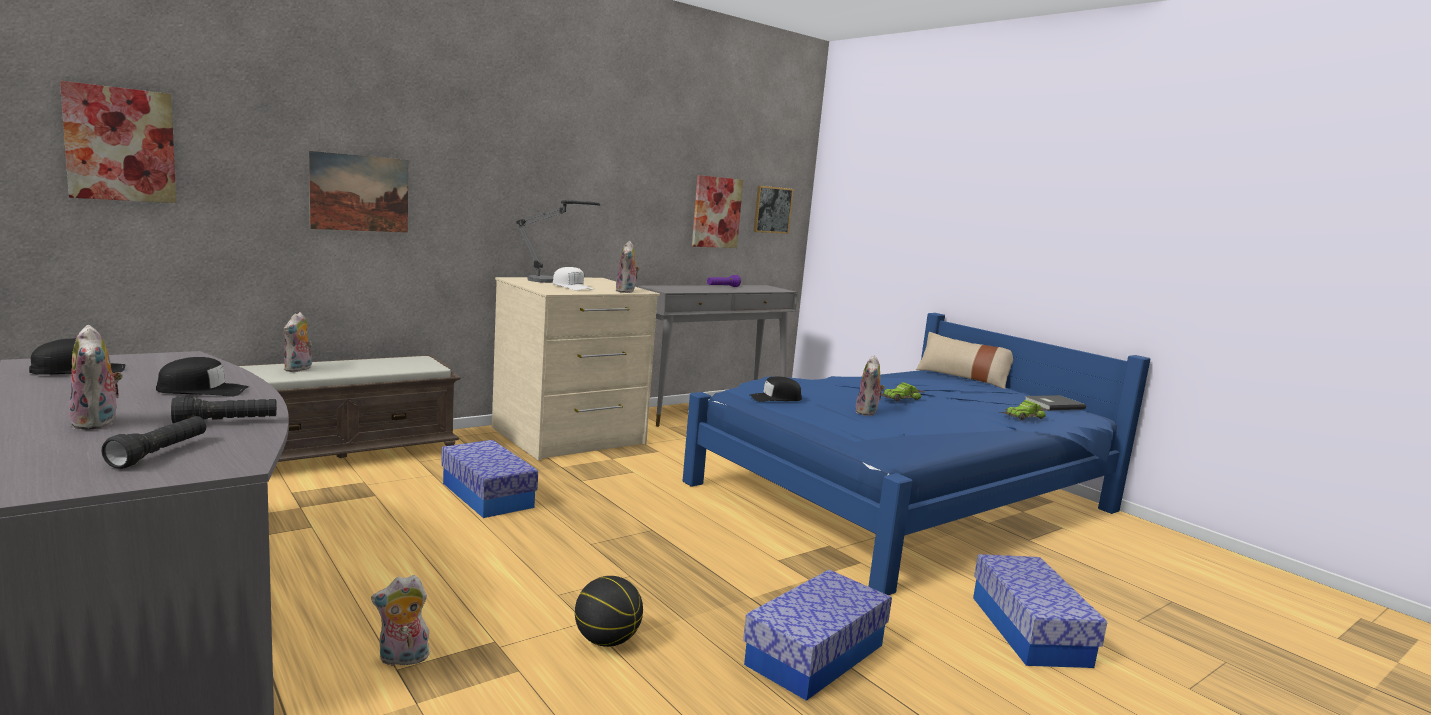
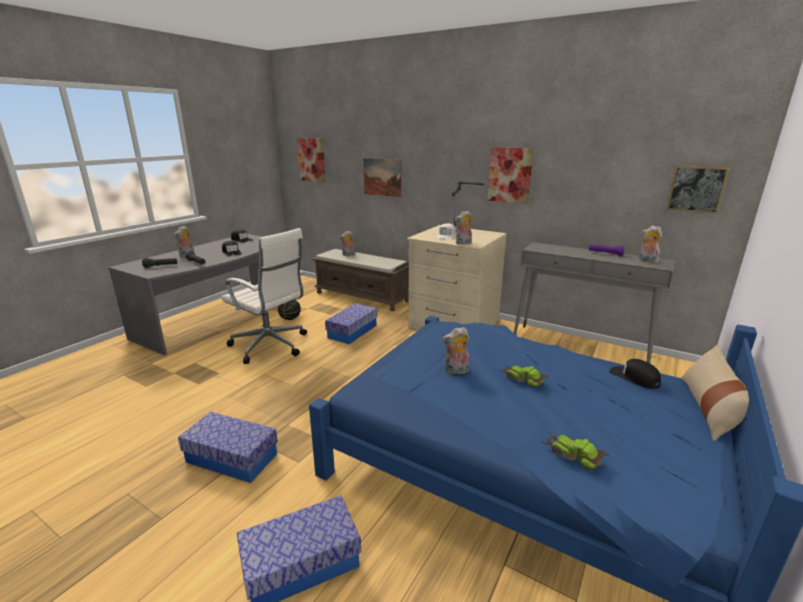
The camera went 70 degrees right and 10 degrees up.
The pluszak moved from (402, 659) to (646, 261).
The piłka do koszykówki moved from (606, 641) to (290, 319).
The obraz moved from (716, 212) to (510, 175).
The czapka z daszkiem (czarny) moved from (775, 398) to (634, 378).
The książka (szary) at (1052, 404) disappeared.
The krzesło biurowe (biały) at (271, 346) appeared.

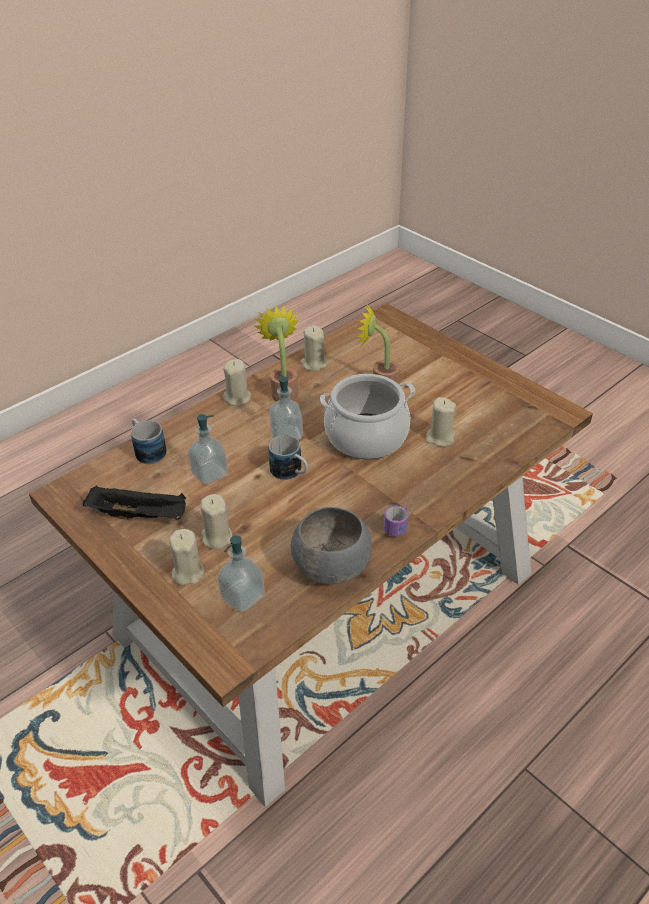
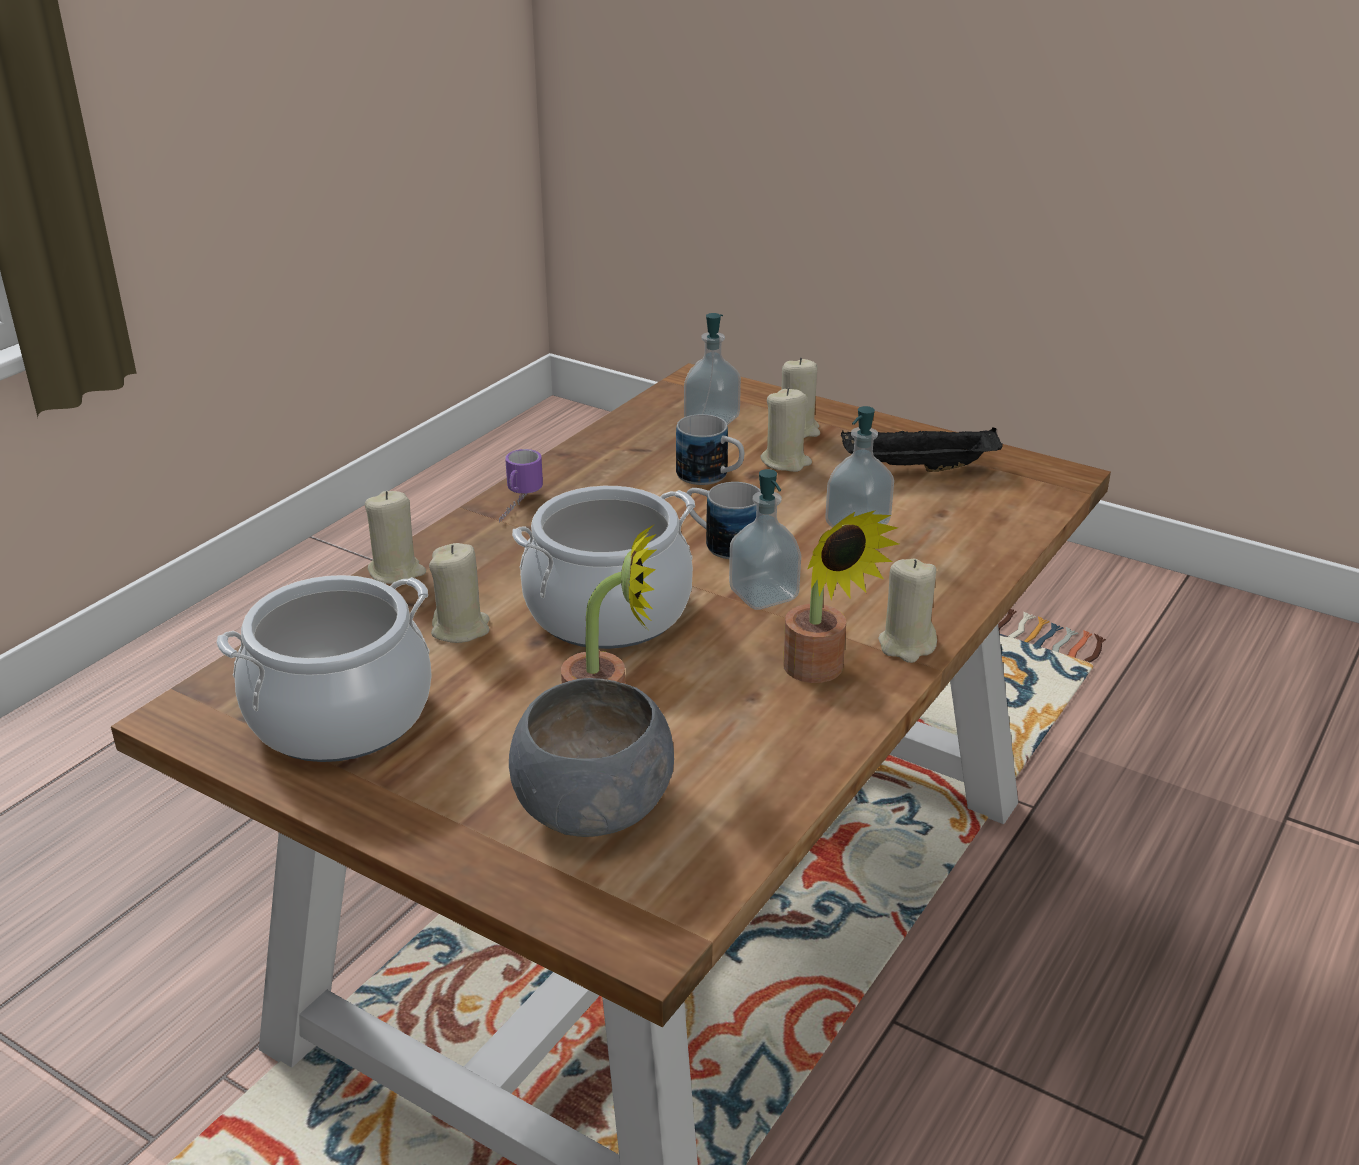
The camera went 165 degrees right and 10 degrees down.
The kubek moved from (147, 450) to (711, 477).
The miska (szary) moved from (333, 566) to (590, 809).
The świeca (beżowy) moved from (313, 364) to (396, 572).
The garnek at (339, 715) appeared.

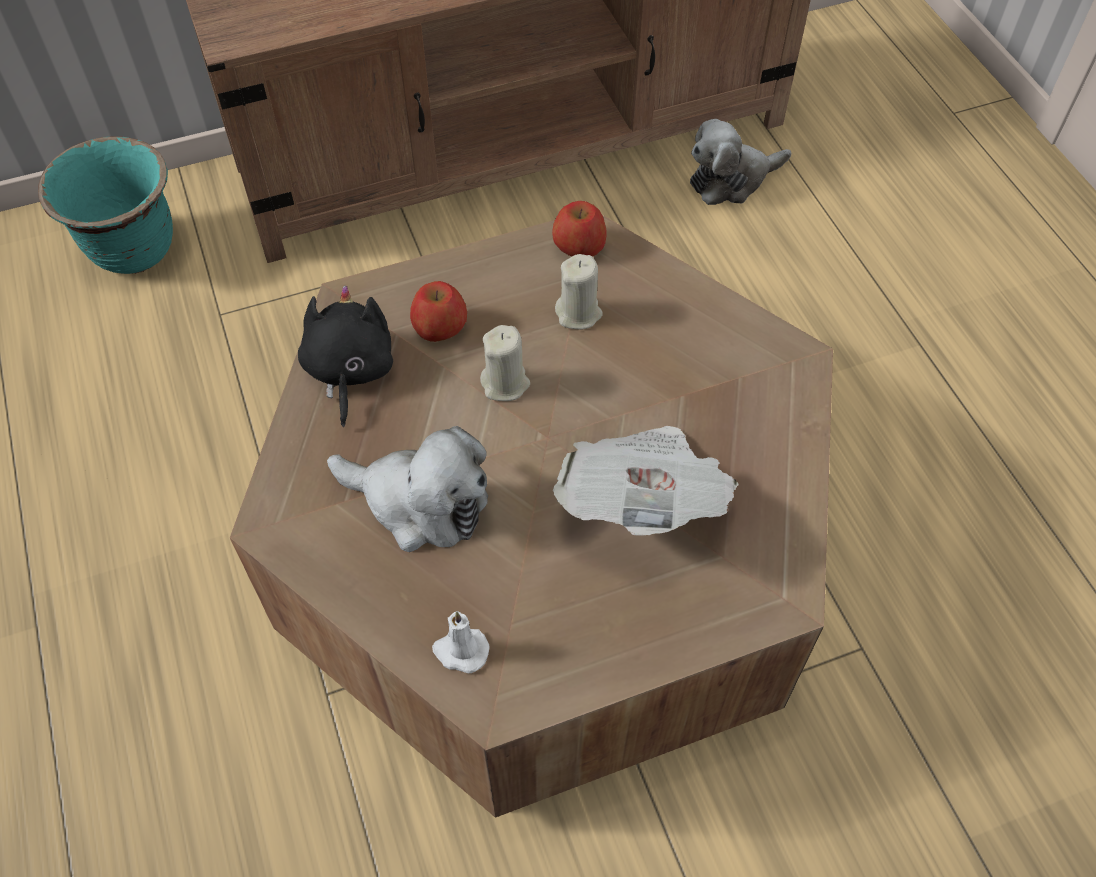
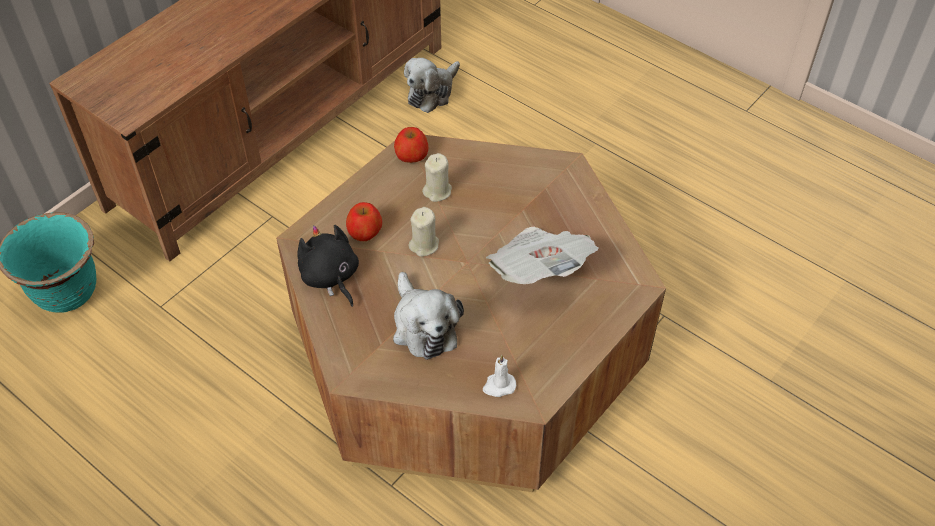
The camera went 30 degrees left and 5 degrees down.
The pluszak at (420, 503) turned 75 degrees clockwise.

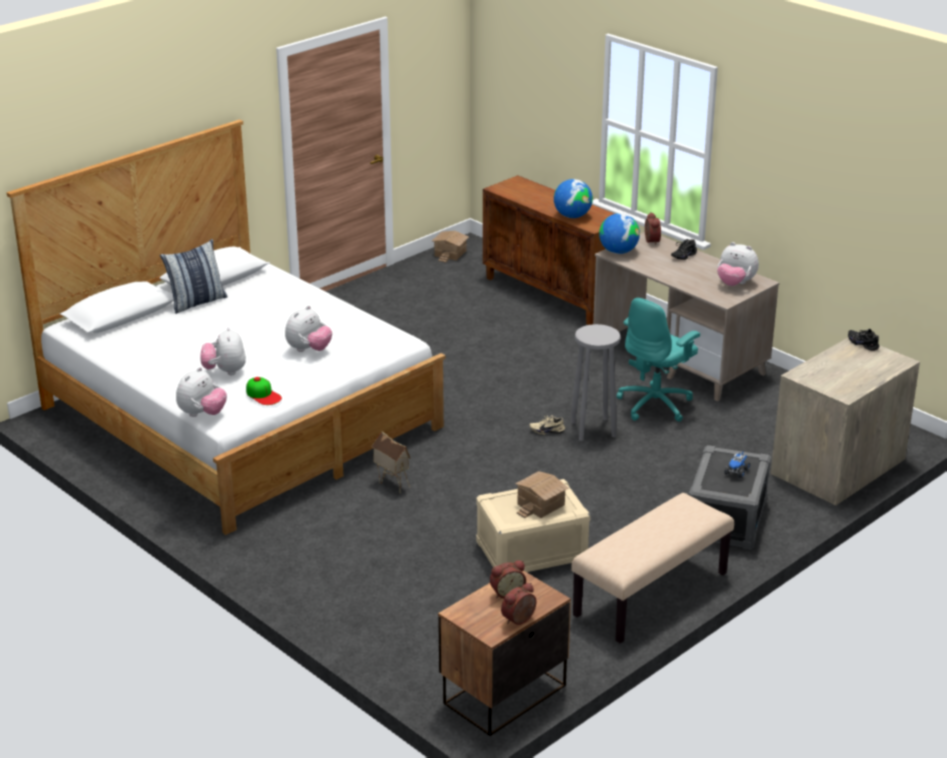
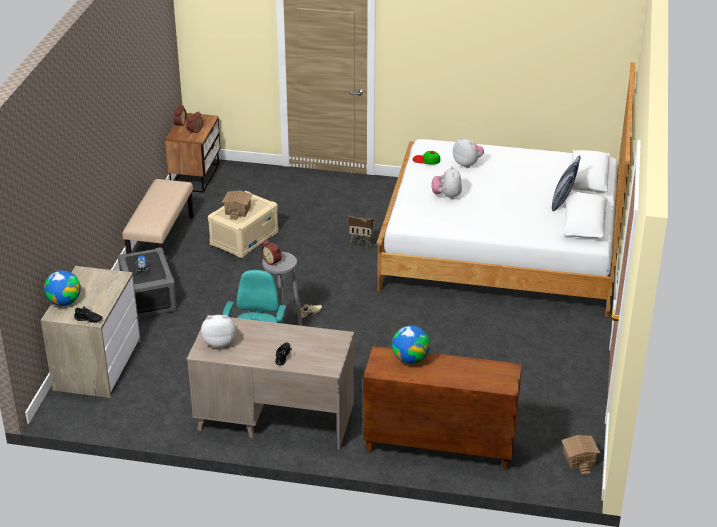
The camera went 145 degrees right and 5 degrees up.
The pluszak at (202, 414) disappeared.
The globus moved from (618, 252) to (64, 302).
The budzik moved from (650, 241) to (272, 261).

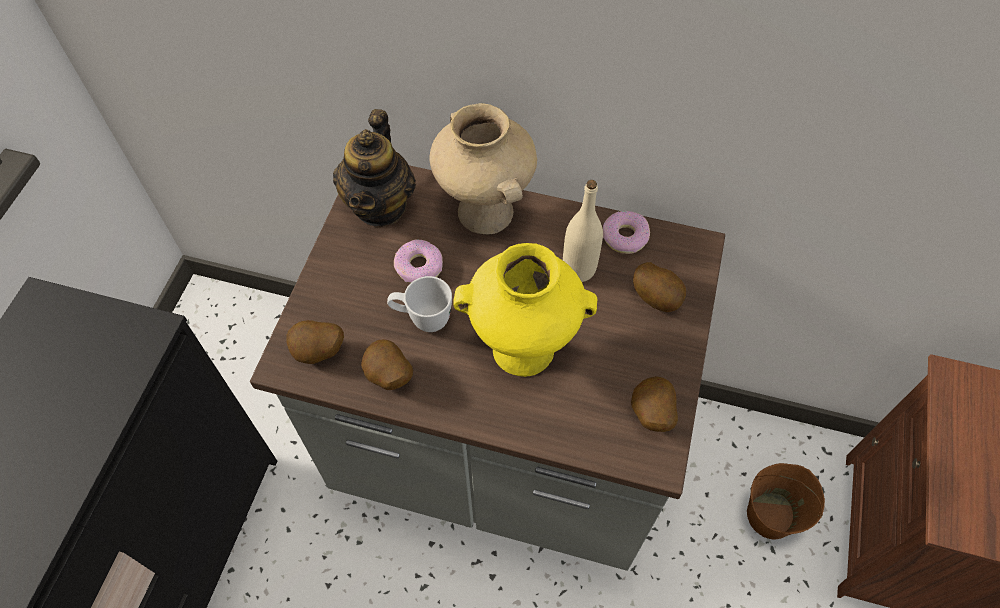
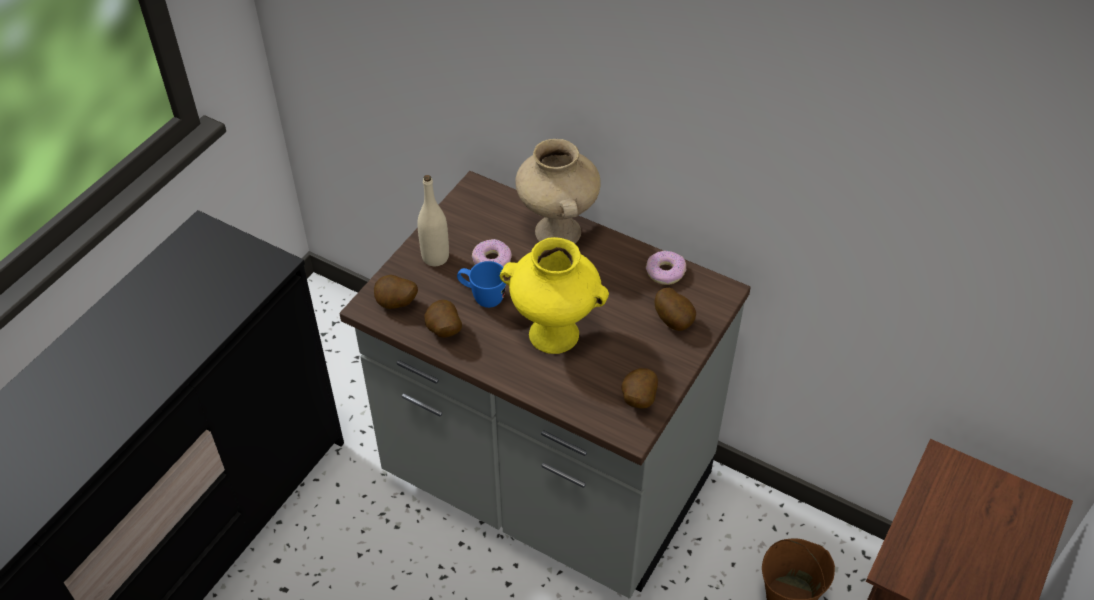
The camera went 15 degrees right and 10 degrees down.
The imbryk at (380, 205) disappeared.
The kubek (biały) at (422, 319) became the kubek (niebieski) at (482, 298).
The butelka (beżowy) moved from (579, 269) to (435, 257).

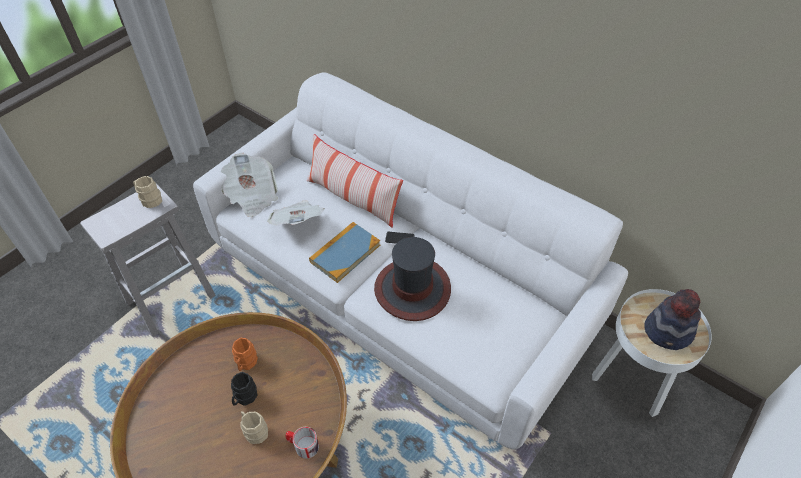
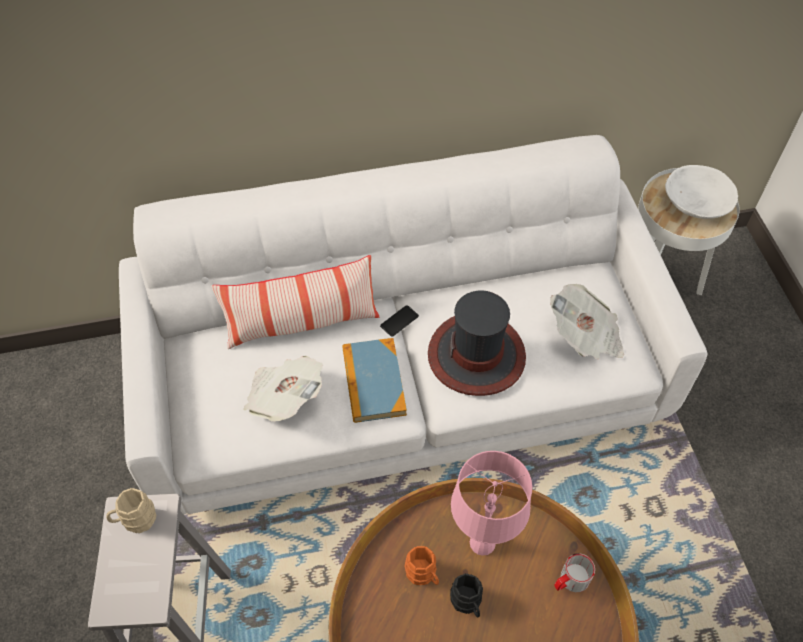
The camera went 50 degrees left and 5 degrees up.
The gazeta moved from (252, 195) to (585, 336).
The kubek (beżowy) at (254, 430) disappeared.
The kapelusz at (669, 331) was replaced by the miska (biały) at (695, 205).
The lampa stołowa (różowy) at (483, 543) appeared.

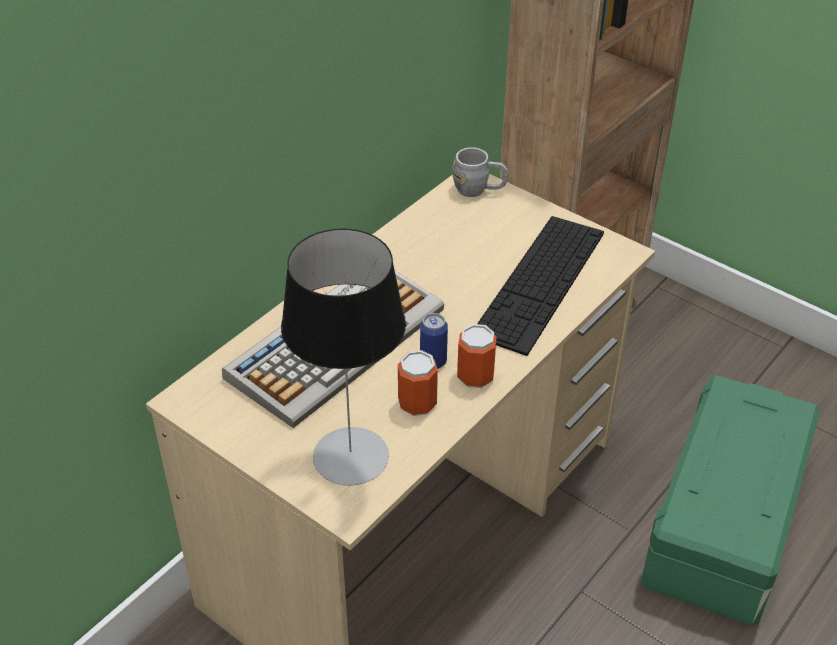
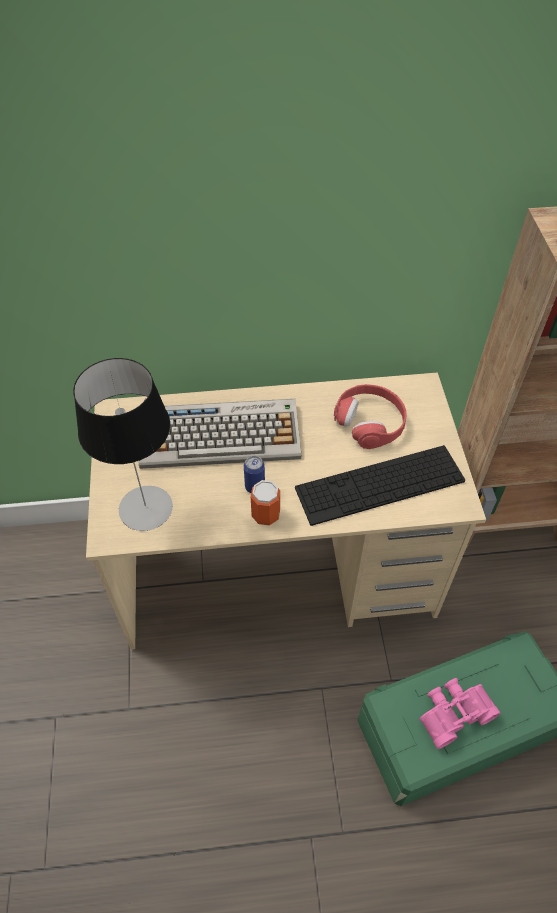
The camera went 45 degrees right and 10 degrees up.
The puszka at (417, 403) disappeared.
The kubek (szary) at (479, 190) disappeared.
The słuchawki (czerwony) at (370, 422) appeared.
The lornetka (różowy) at (453, 712) appeared.

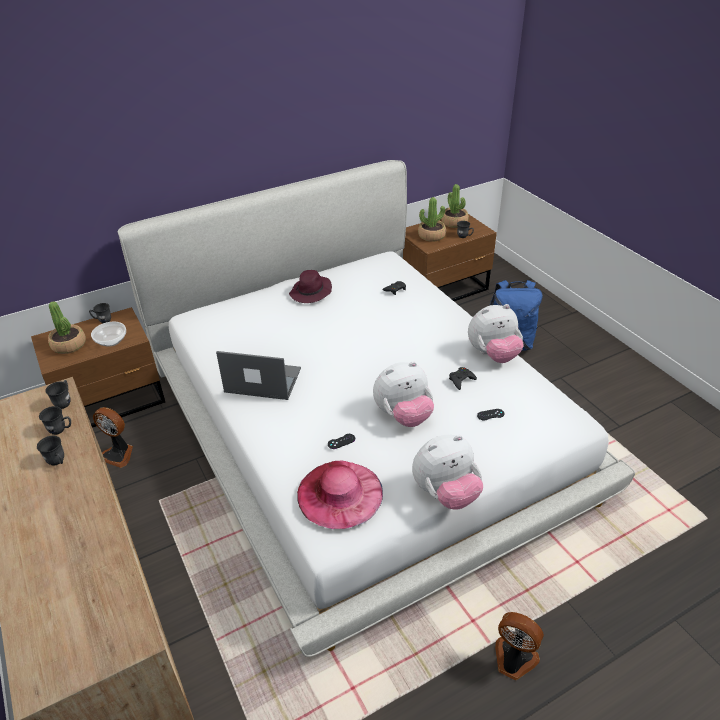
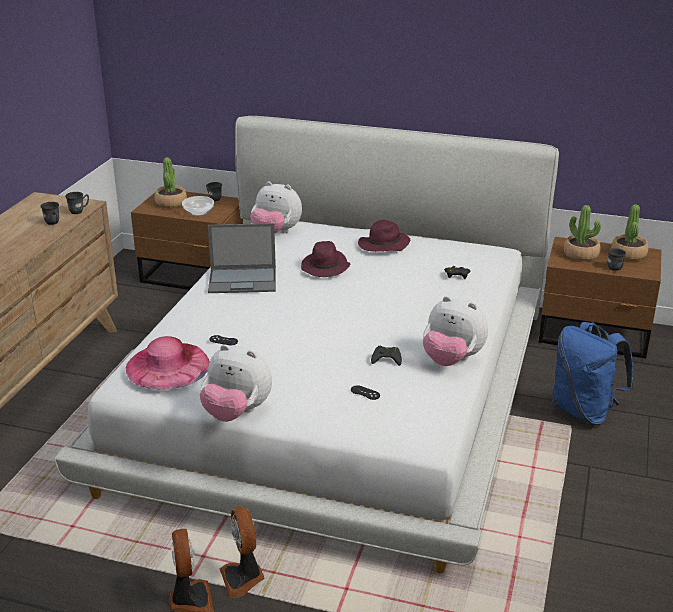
The camera went 45 degrees right and 10 degrees down.
The kubek (szary) at (58, 462) disappeared.
The wentylator moved from (118, 454) to (243, 578).
The laptop at (262, 380) turned 120 degrees clockwise.
The pluszak moved from (403, 416) to (276, 233).
The kapelusz (fioletowy) at (325, 268) appeared.

